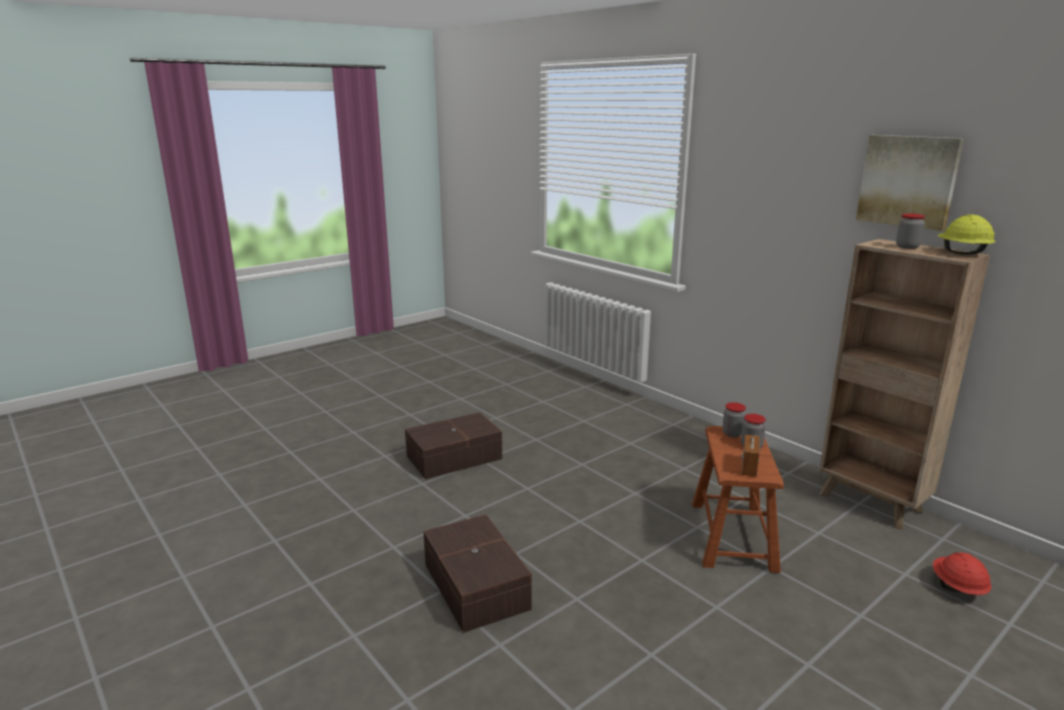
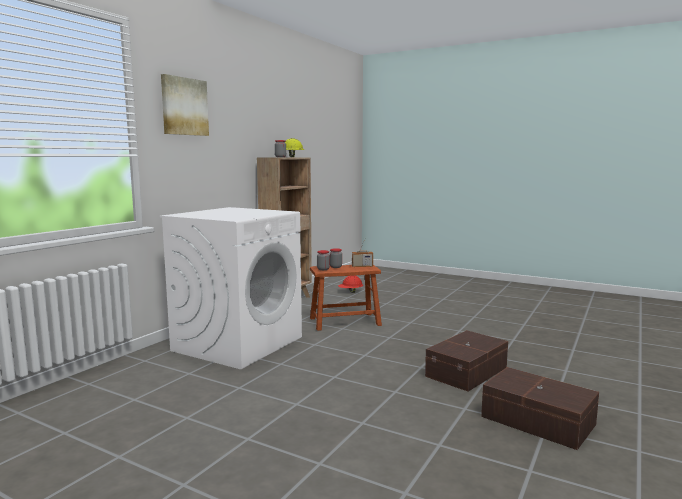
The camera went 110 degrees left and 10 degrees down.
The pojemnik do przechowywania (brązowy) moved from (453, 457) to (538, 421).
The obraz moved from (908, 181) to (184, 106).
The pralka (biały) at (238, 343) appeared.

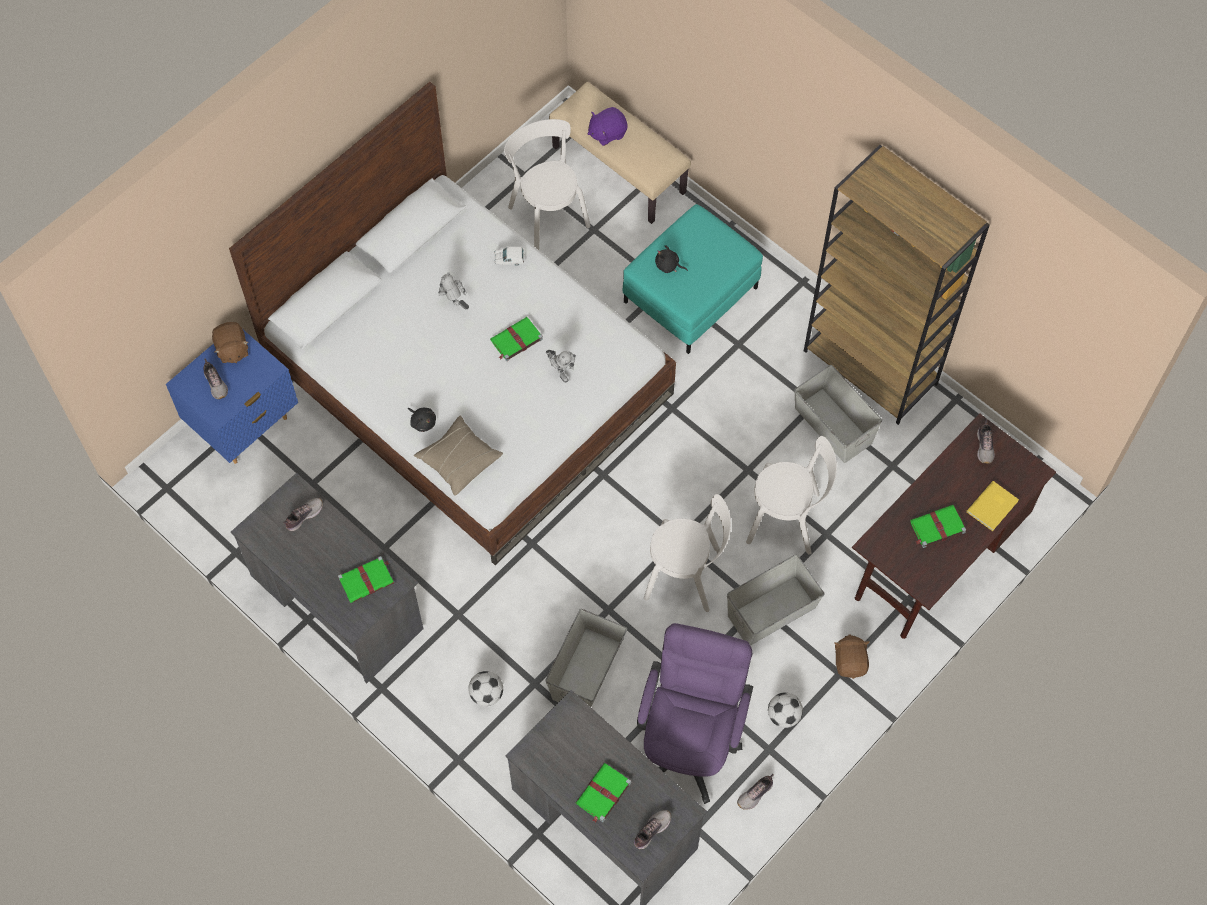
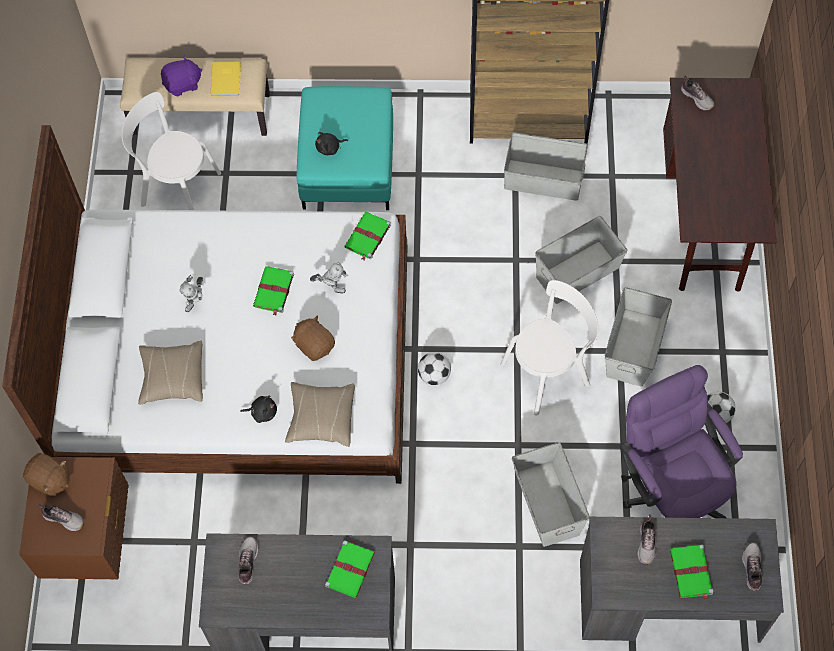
The camera went 40 degrees left and 0 degrees up.
The szafka nocna (niebieski) at (244, 425) became the szafka nocna (brązowy) at (91, 542).
The robot zabawkowy at (454, 304) turned 75 degrees counterclockwise.
The piłka futbolowa moved from (486, 694) to (434, 375).
The samochodzik (biały) at (509, 260) disappeared.
The pluszak (fioletowy) at (607, 133) turned 135 degrees counterclockwise.
The but moved from (755, 794) to (647, 543).
The krzesło (biały) at (787, 519) was replaced by the pojemnik do przechowywania (szary) at (578, 272).
The pluszak (brązowy) moved from (850, 662) to (314, 345).
The książka (zielony) moved from (936, 527) to (367, 237).
The książka (żółty) moved from (993, 507) to (227, 79).
The poduszka (beżowy) at (172, 378) appeared.

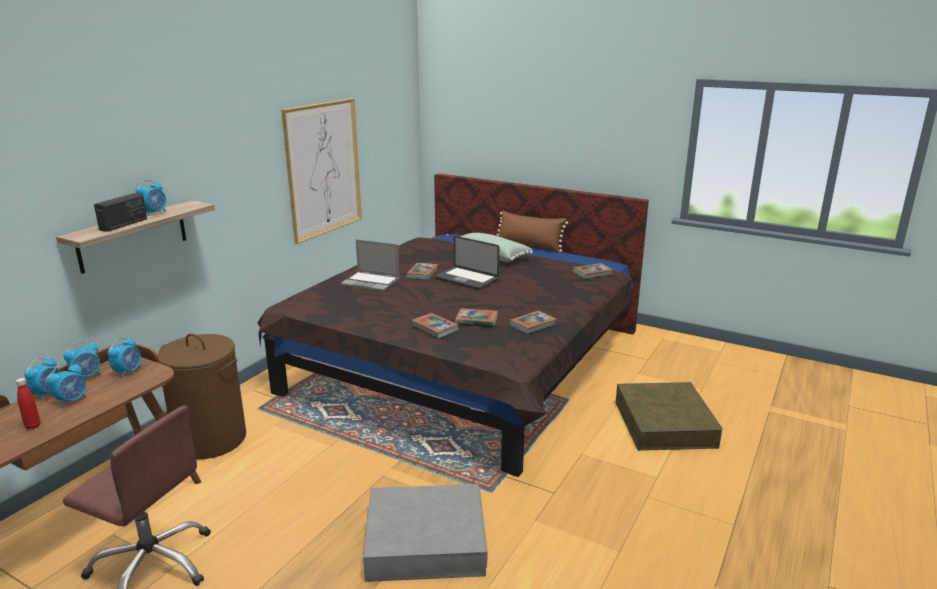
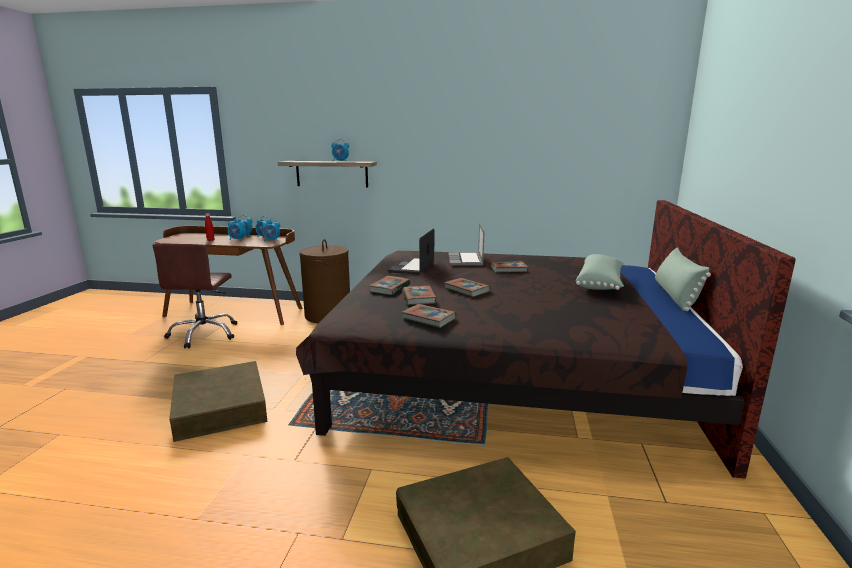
The camera went 70 degrees right and 5 degrees down.
The radio at (124, 224) disappeared.
The obraz at (323, 169) disappeared.
The pojemnik do przechowywania (szary) at (425, 541) became the pojemnik do przechowywania (brązowy) at (220, 407).
The laptop moved from (466, 279) to (412, 266).
The poduszka (brązowy) at (529, 246) became the poduszka (zielony) at (675, 296).
The książka moved from (592, 273) to (467, 290).

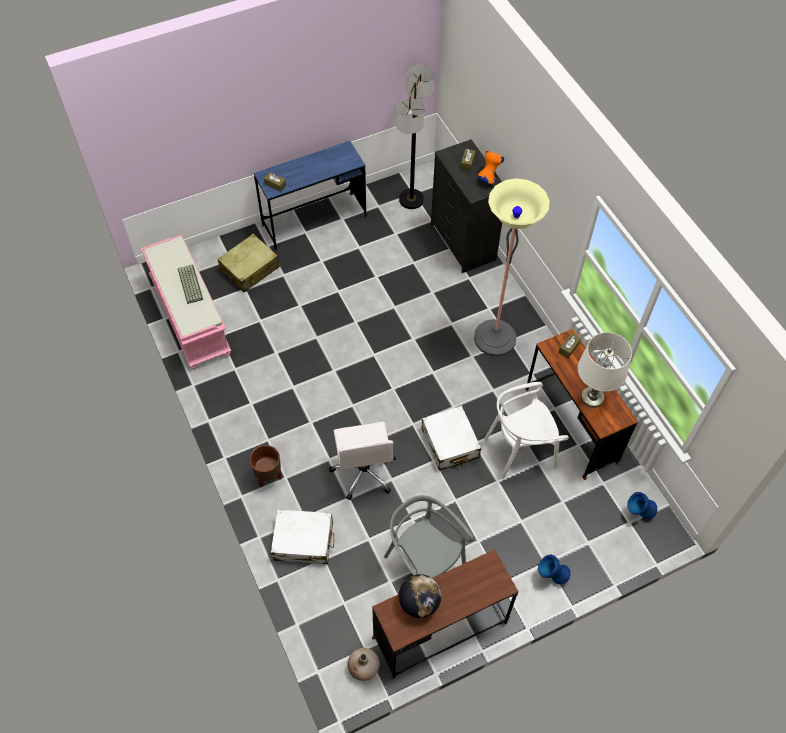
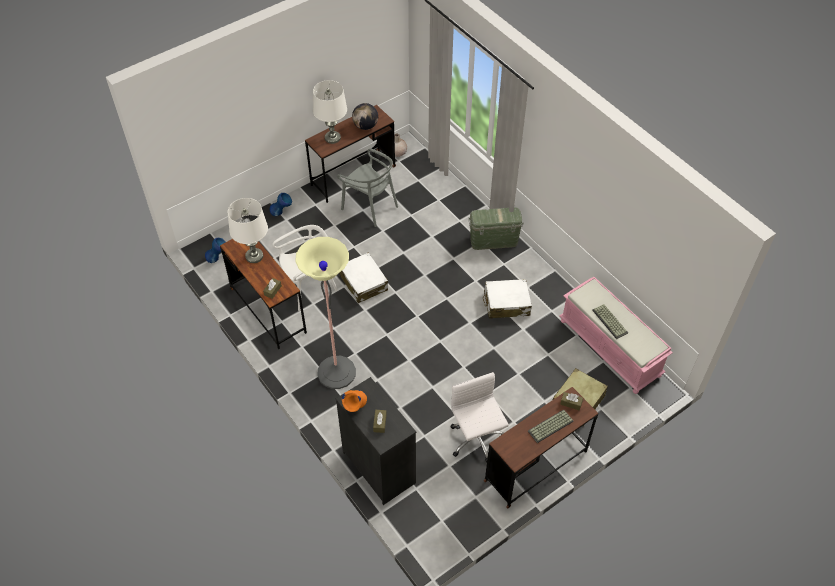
The camera went 170 degrees right and 5 degrees down.
The donica (brązowy) at (268, 477) was replaced by the pojemnik do przechowywania (zielony) at (494, 240).
The biurko (niebieski) at (314, 221) became the biurko (brązowy) at (536, 466).
The walizka (biały) moved from (303, 541) to (506, 304).
The krzesło biurowe (biały) moved from (364, 471) to (477, 440).
The lampa stojąca at (411, 199) disappeared.
The lampa stołowa (biały) at (332, 138) appeared.
The klawiatura at (550, 427) appeared.

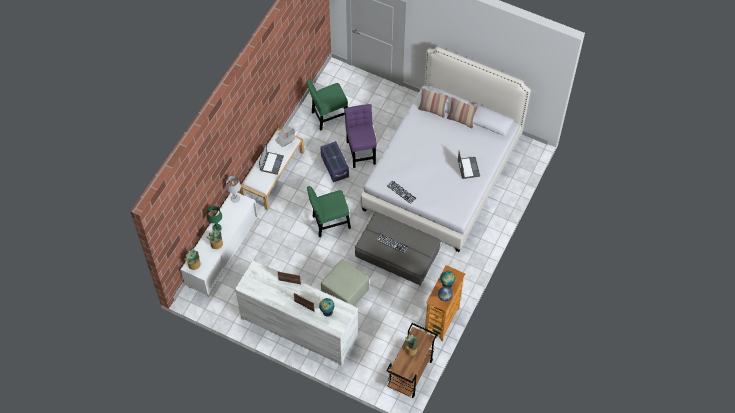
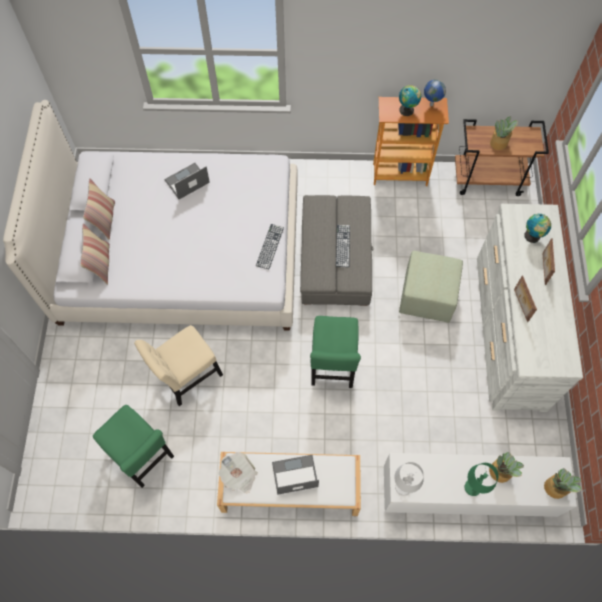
The camera went 115 degrees left and 5 degrees up.
The krzesło (zielony) at (329, 223) turned 45 degrees clockwise.
The pojemnik do przechowywania (fioletowy) at (335, 166) disappeared.
The krzesło (fioletowy) at (361, 151) became the krzesło (beżowy) at (187, 377).

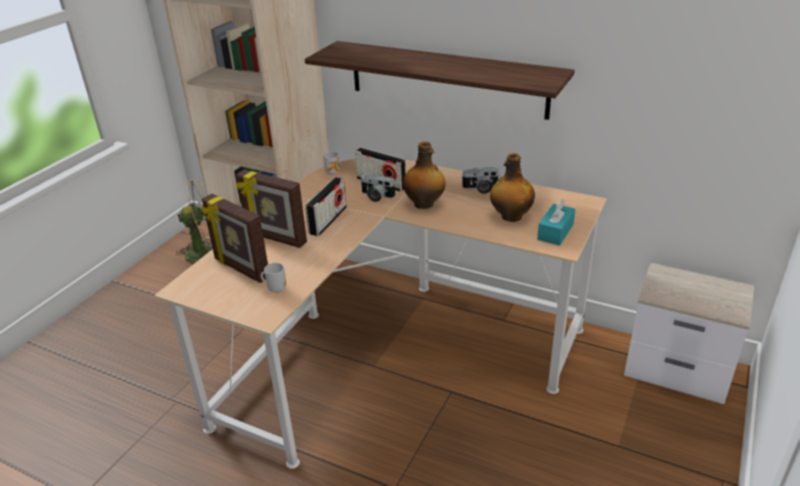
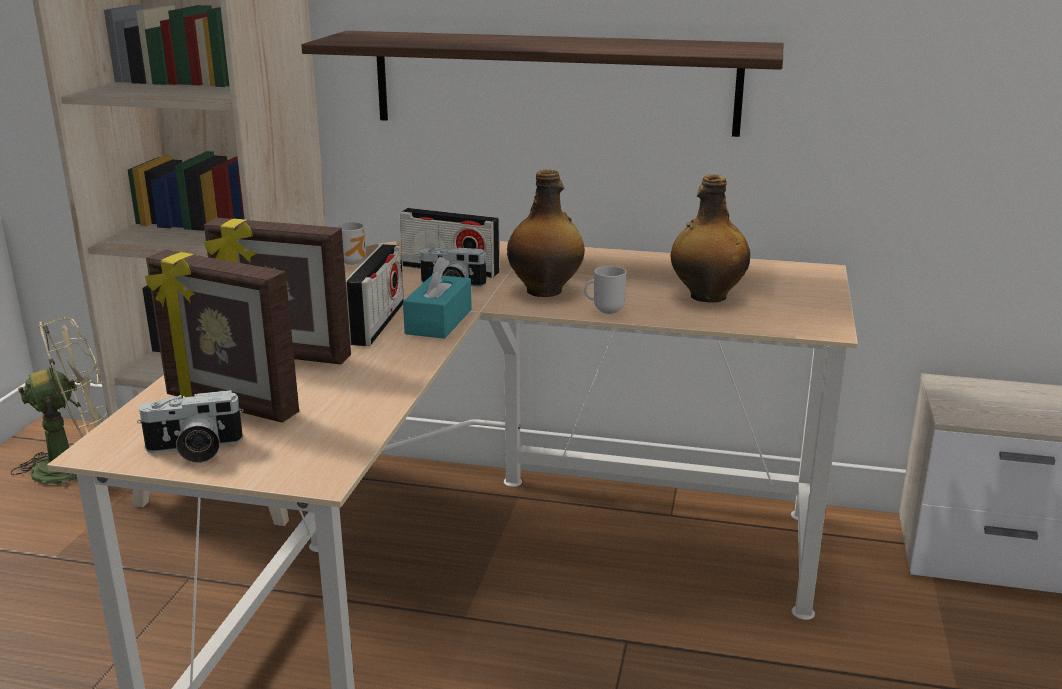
The camera went 15 degrees left and 10 degrees down.
The kubek moved from (276, 288) to (606, 310).
The aparat fotograficzny moved from (480, 189) to (194, 450).
The pudełko chusteczek (turkusowy) moved from (555, 232) to (439, 321).

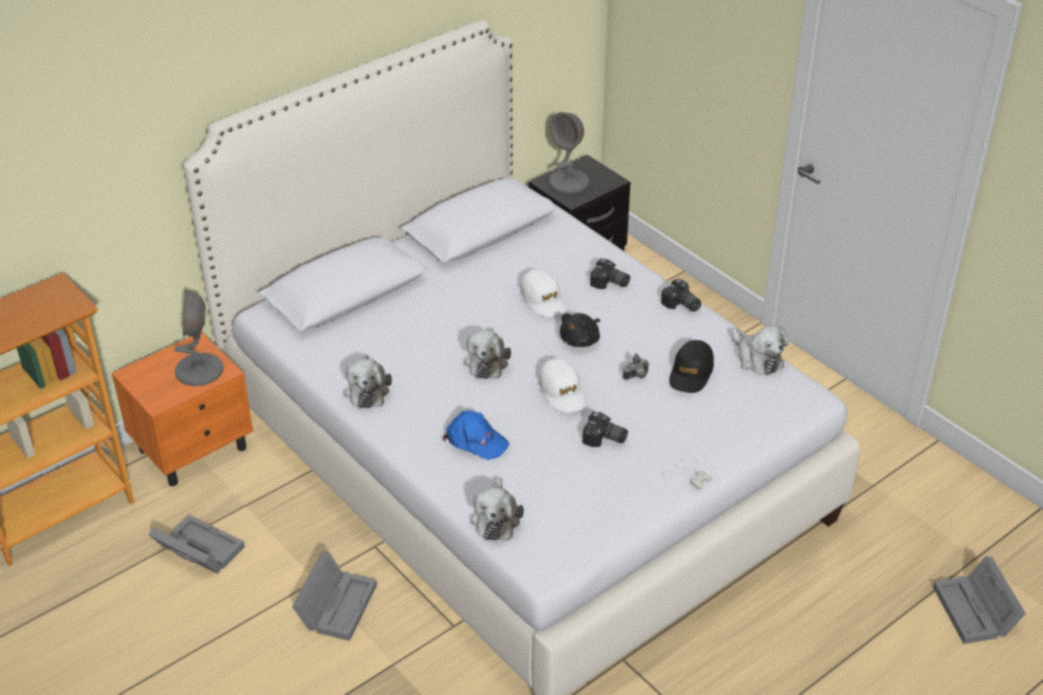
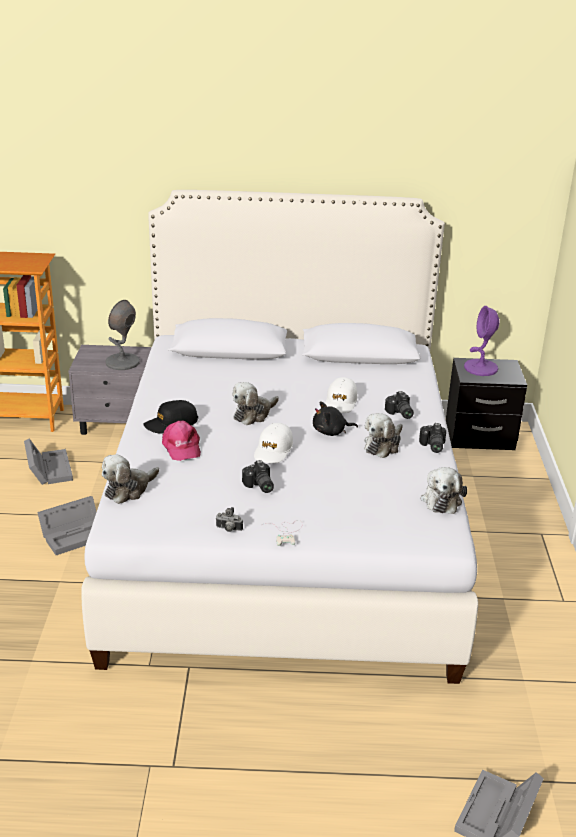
The camera went 40 degrees right and 10 degrees down.
The szafka nocna (pomarańczowy) at (194, 448) became the szafka nocna (szary) at (116, 423).
The pluszak moved from (366, 390) to (383, 445).
The czapka z daszkiem (niebieski) at (475, 440) became the czapka z daszkiem (różowy) at (181, 447).
The lampa stołowa (szary) at (569, 182) became the lampa stołowa (fioletowy) at (481, 368).
The aparat fotograficzny moved from (637, 376) to (228, 529).
The czapka z daszkiem (czarny) moved from (691, 373) to (171, 424).

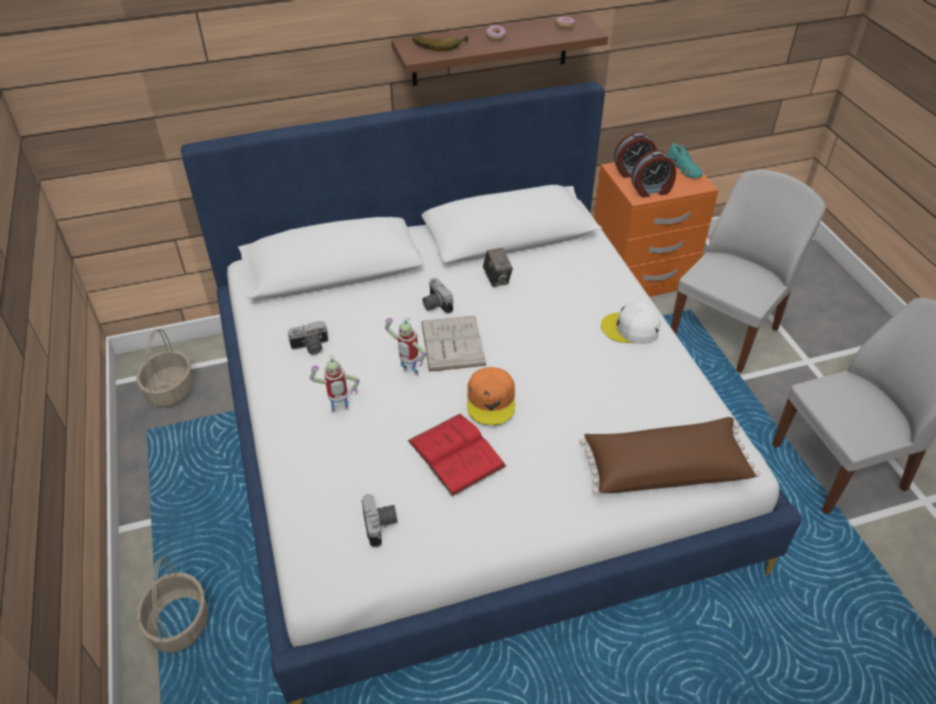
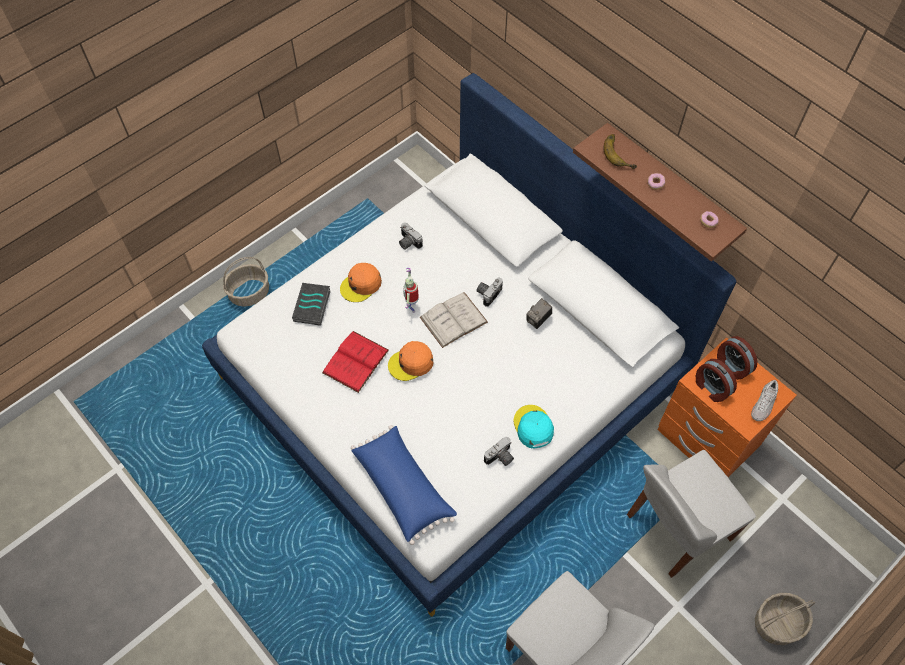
The camera went 65 degrees right and 15 degrees up.
The koszyk moved from (170, 390) to (777, 623).
The robot zabawkowy at (340, 412) was replaced by the czapka z daszkiem (pomarańczowy) at (361, 285).
The aparat fotograficzny moved from (381, 526) to (500, 458).
The poduszka (brązowy) at (664, 468) became the poduszka (niebieski) at (403, 487).
The czapka z daszkiem (biały) at (631, 328) became the czapka z daszkiem (turkusowy) at (533, 427).
The but (turkusowy) at (683, 169) became the but (biały) at (763, 404).
The krzesło (biały) at (725, 331) turned 135 degrees clockwise.
The książka at (312, 306) appeared.

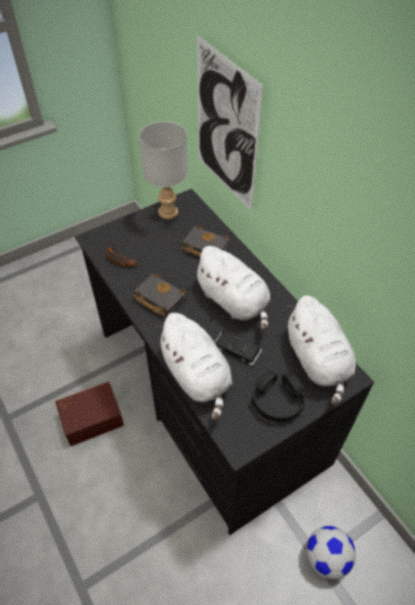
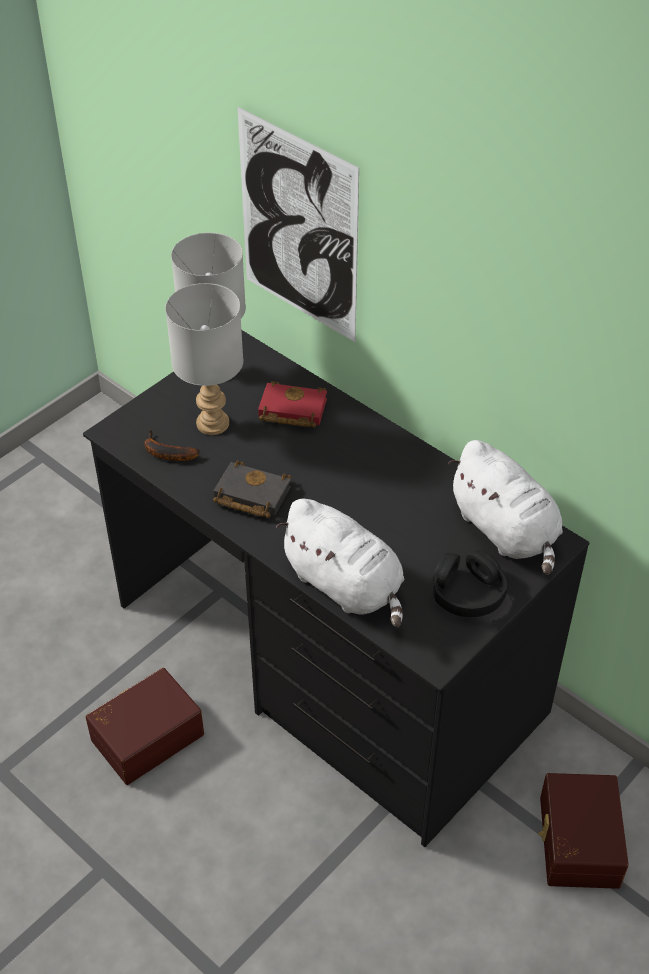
The camera went 15 degrees left and 5 degrees down.
The książka (czarny) at (203, 247) became the książka (czerwony) at (290, 410).
The pluszak (biały) at (234, 301) disappeared.
The samochodzik (czarny) at (236, 349) disappeared.
The piłka futbolowa at (326, 558) was replaced by the pojemnik do przechowywania (brązowy) at (576, 841).
The lampa stołowa (szary) at (214, 424) appeared.

